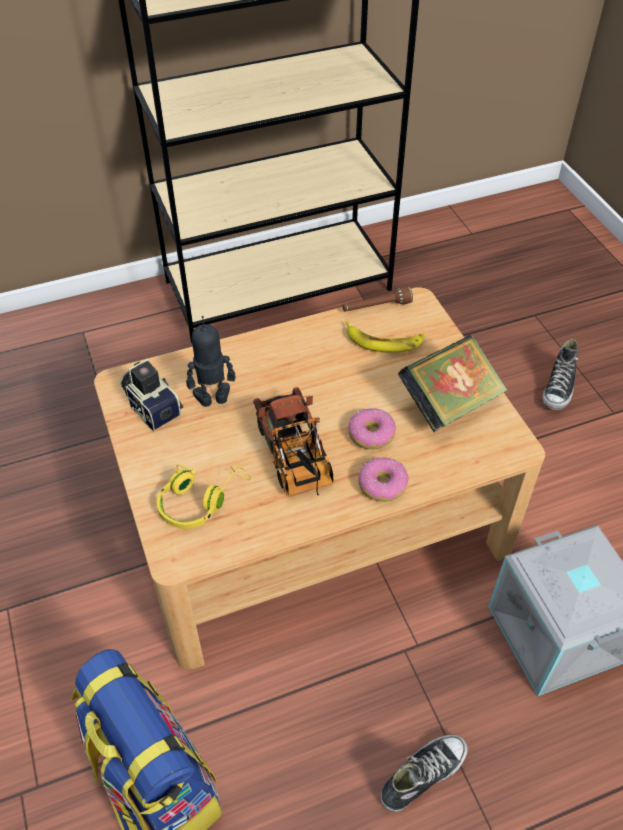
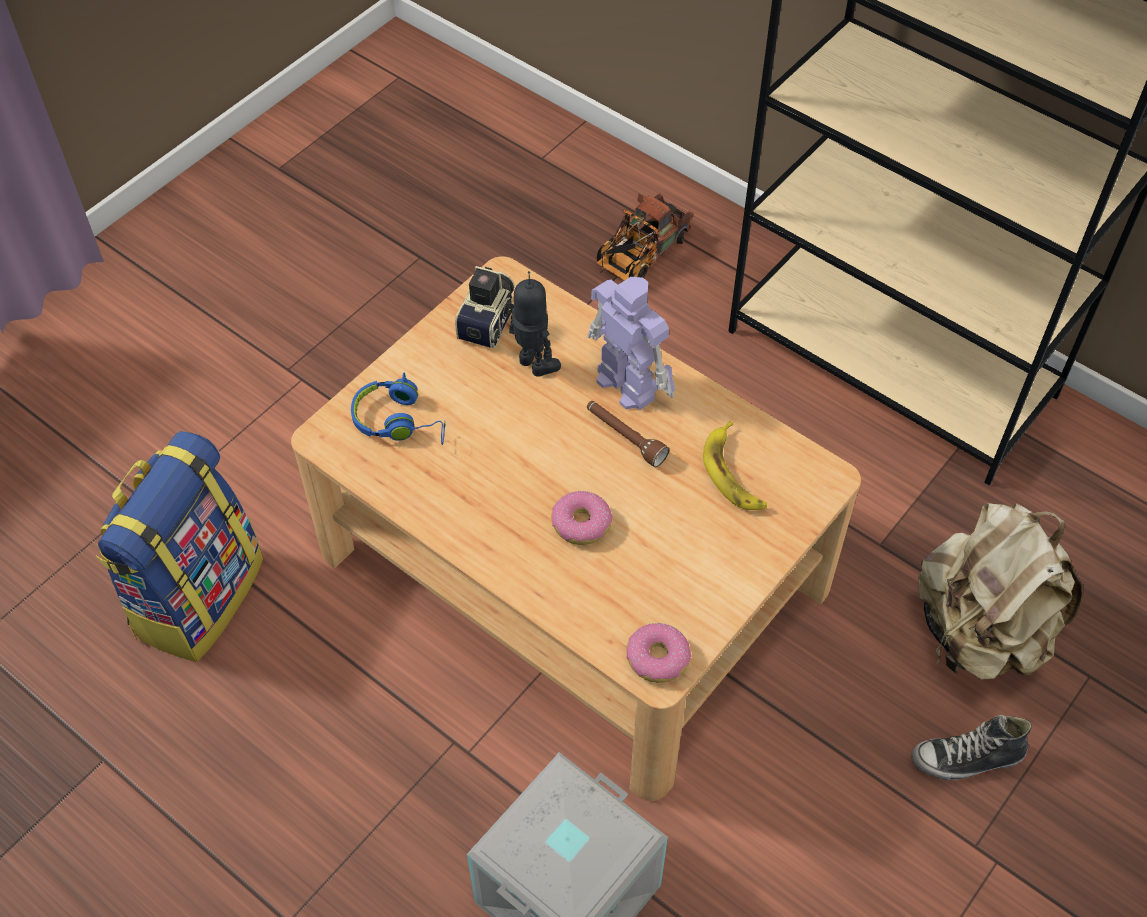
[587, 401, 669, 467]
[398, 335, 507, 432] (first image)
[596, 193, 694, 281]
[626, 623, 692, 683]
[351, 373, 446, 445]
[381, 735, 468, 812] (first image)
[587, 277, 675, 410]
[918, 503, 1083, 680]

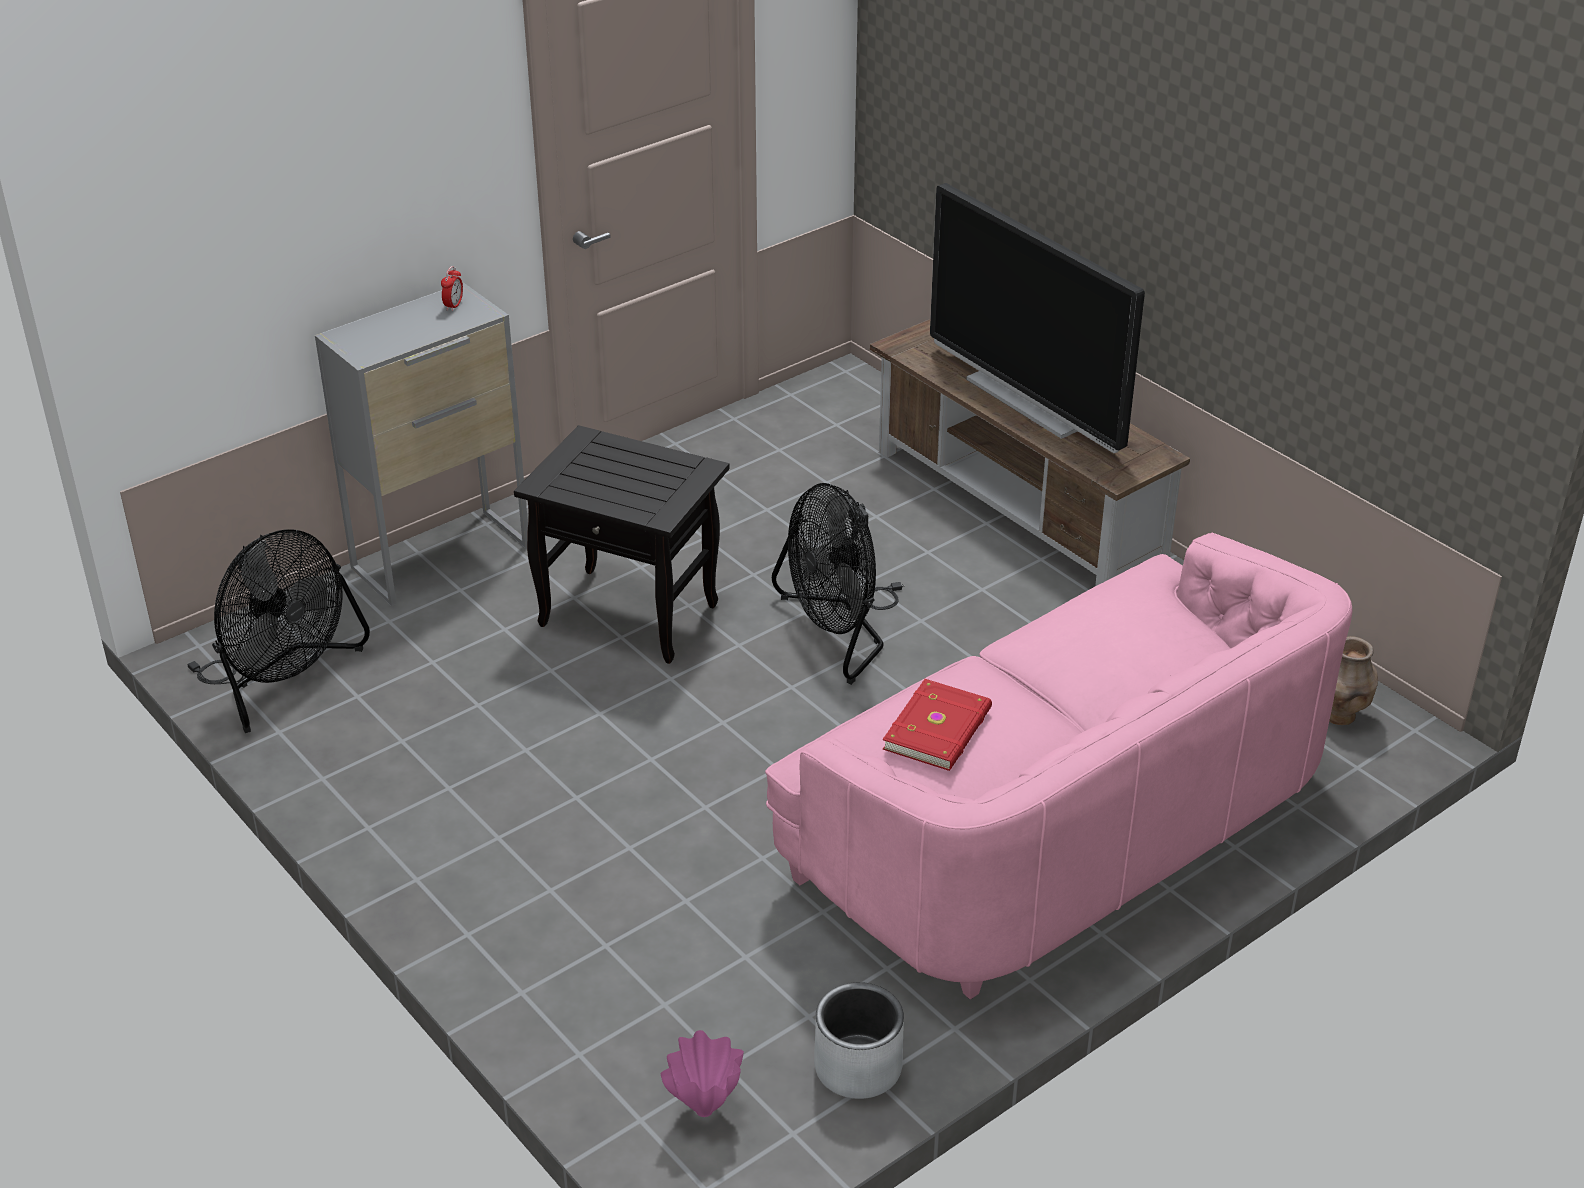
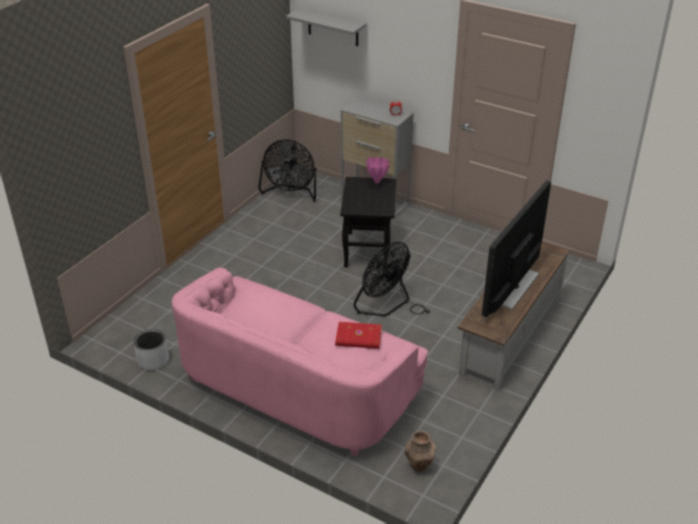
[335, 322, 382, 349]
[366, 157, 390, 183]
[286, 7, 367, 46]

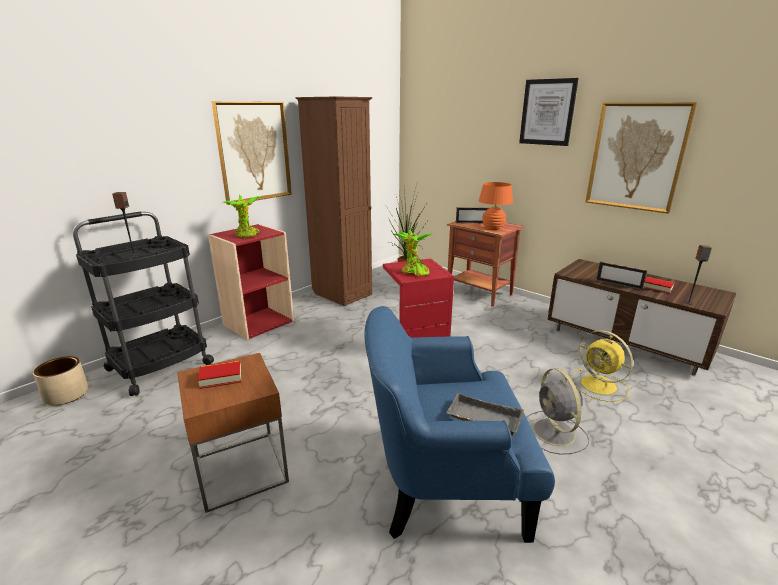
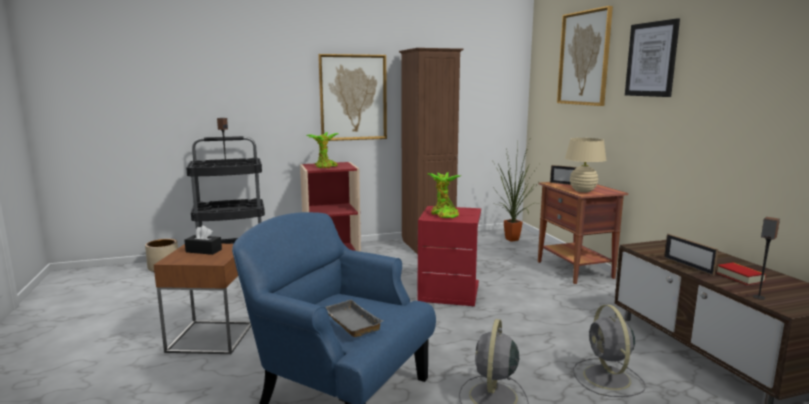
[557, 6, 613, 106]
[565, 138, 606, 192]
[573, 305, 646, 397]
[184, 225, 222, 255]

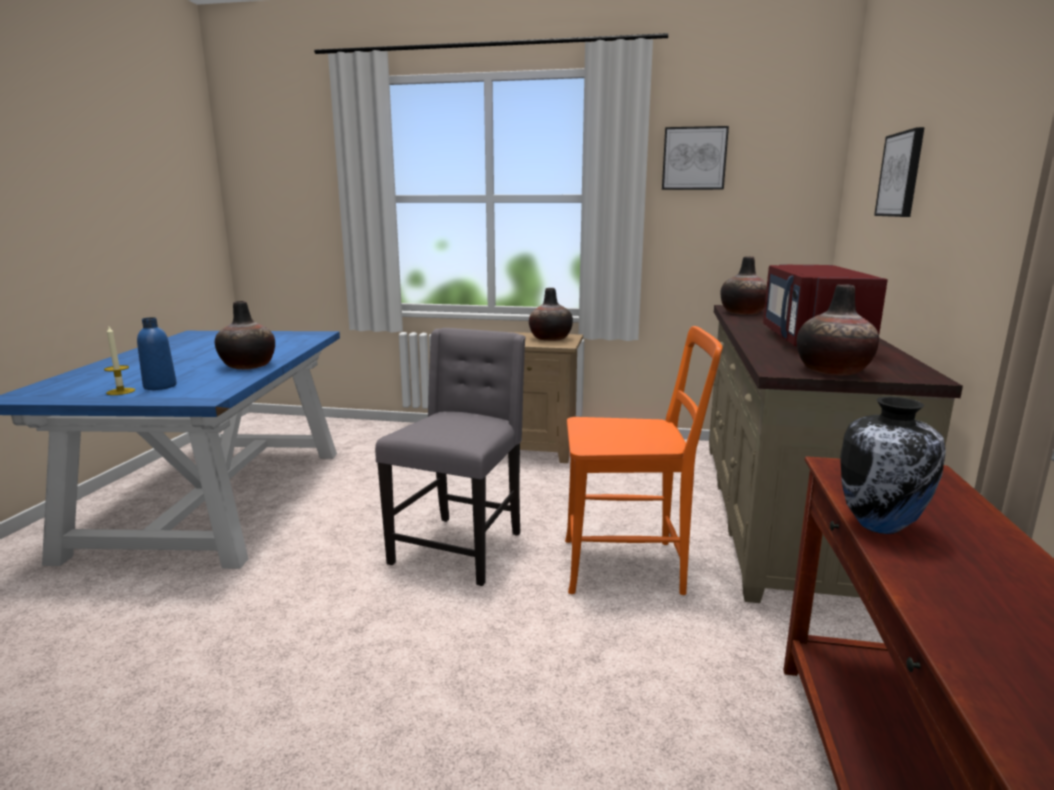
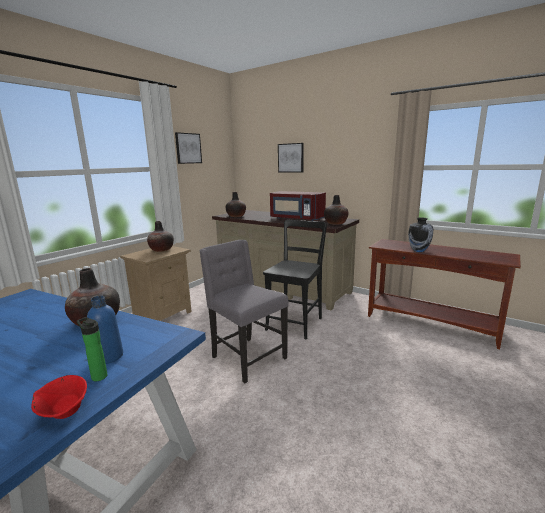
[77, 317, 108, 381]
[263, 220, 327, 340]
[31, 375, 87, 419]

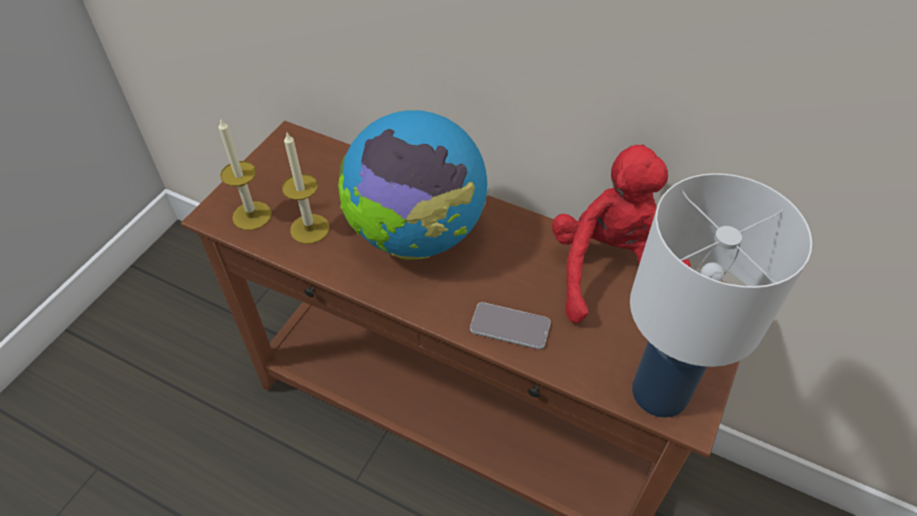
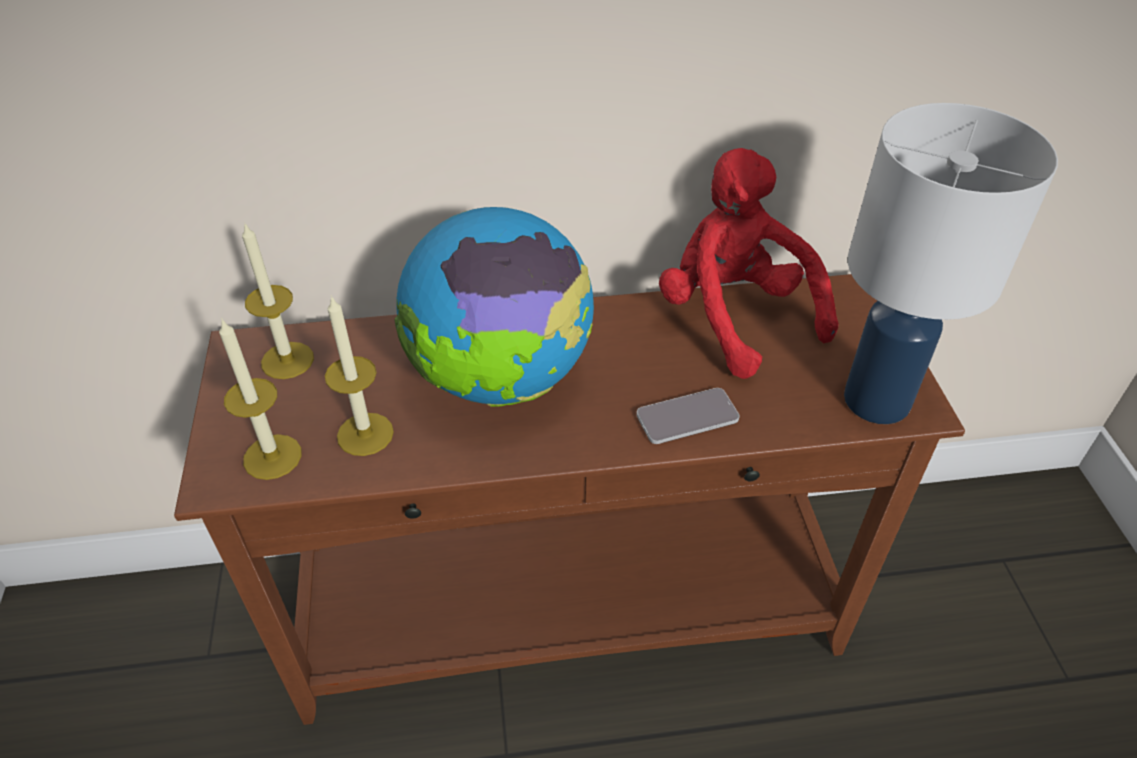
[242, 222, 314, 379]

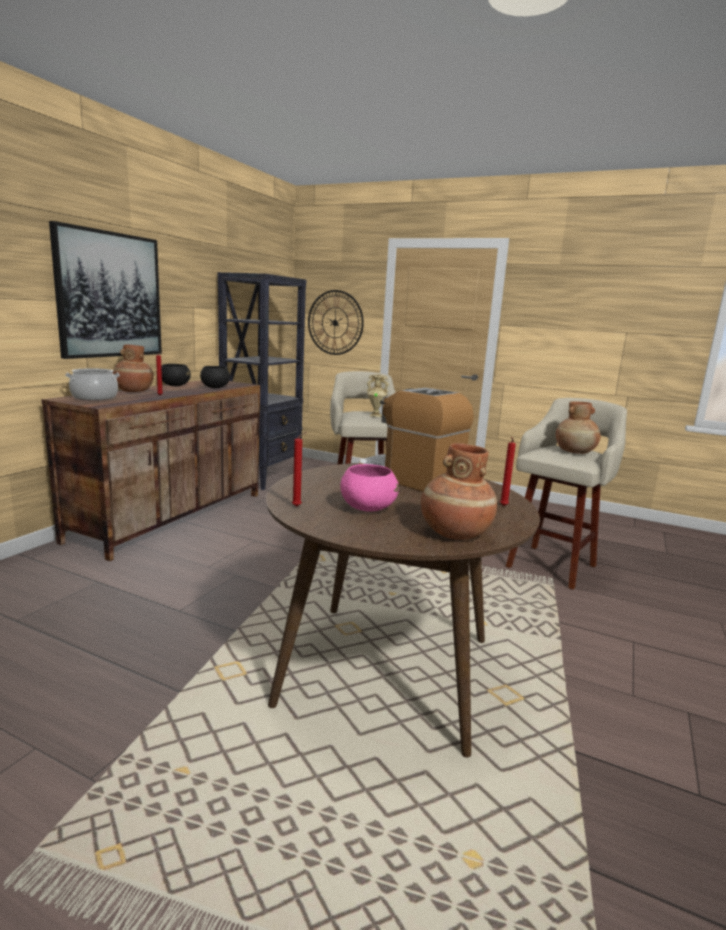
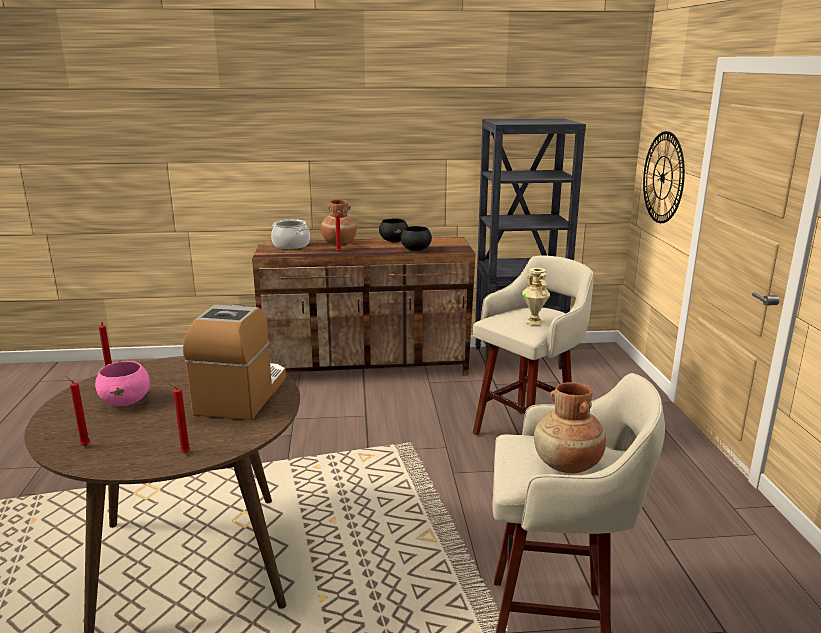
[49, 221, 162, 359] (first image)
[65, 376, 90, 446]

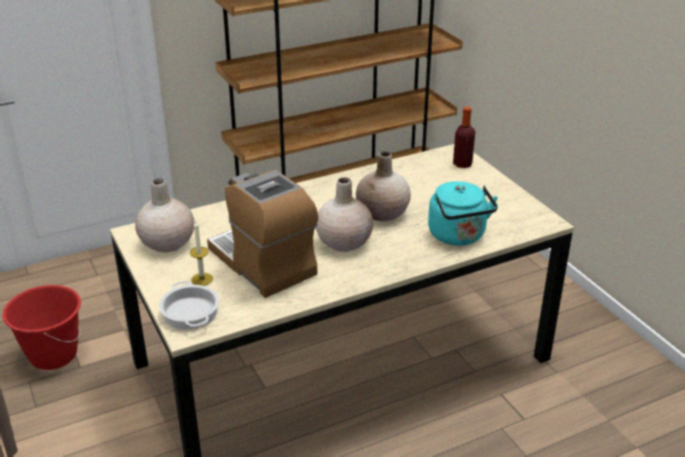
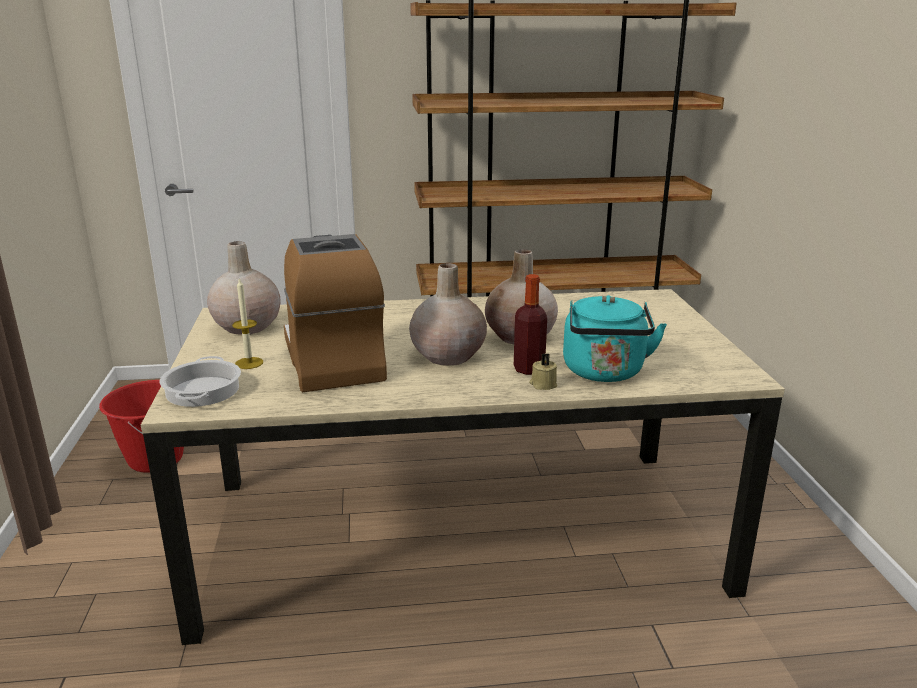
[514, 274, 547, 375]
[529, 353, 557, 390]

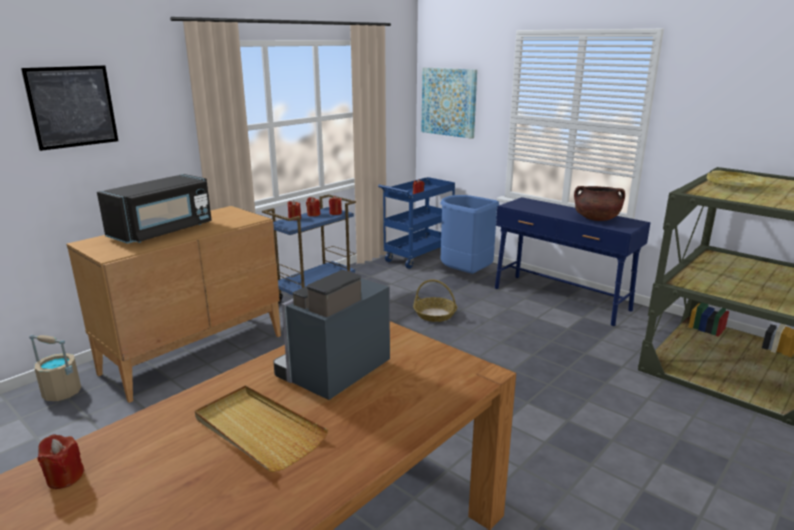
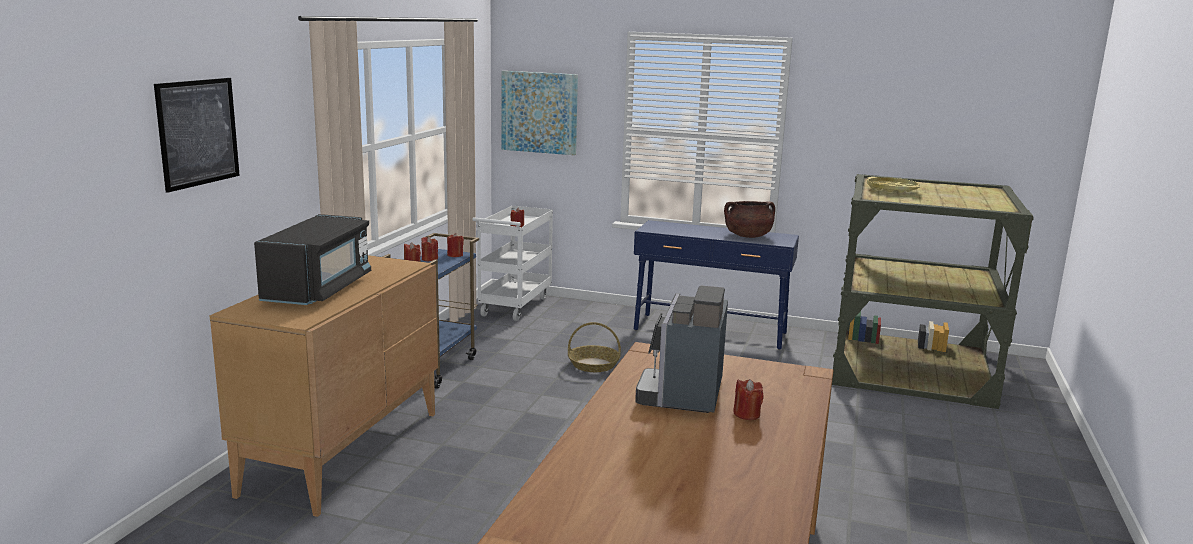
[473, 206, 553, 321]
[440, 195, 499, 274] (first image)
[29, 335, 81, 401] (first image)
[195, 385, 328, 472] (first image)
[733, 379, 764, 420]

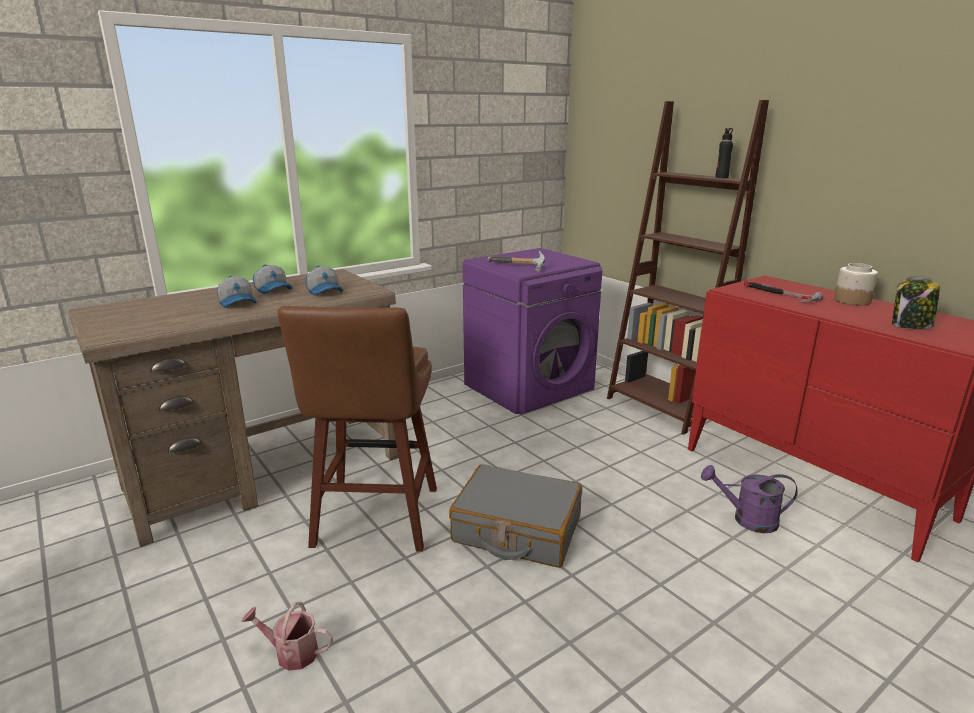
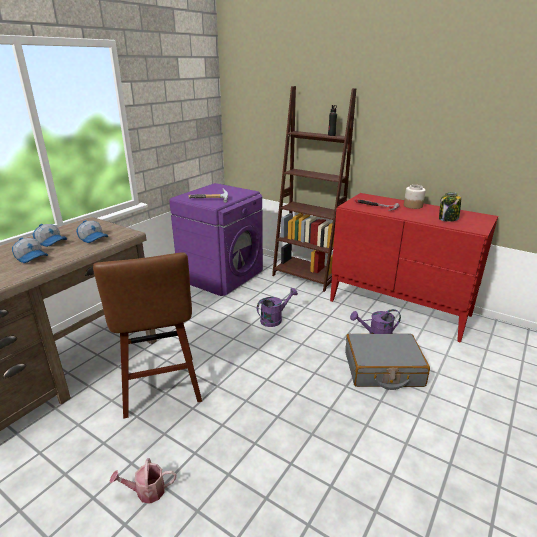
[345, 334, 430, 390]
[257, 288, 298, 327]

